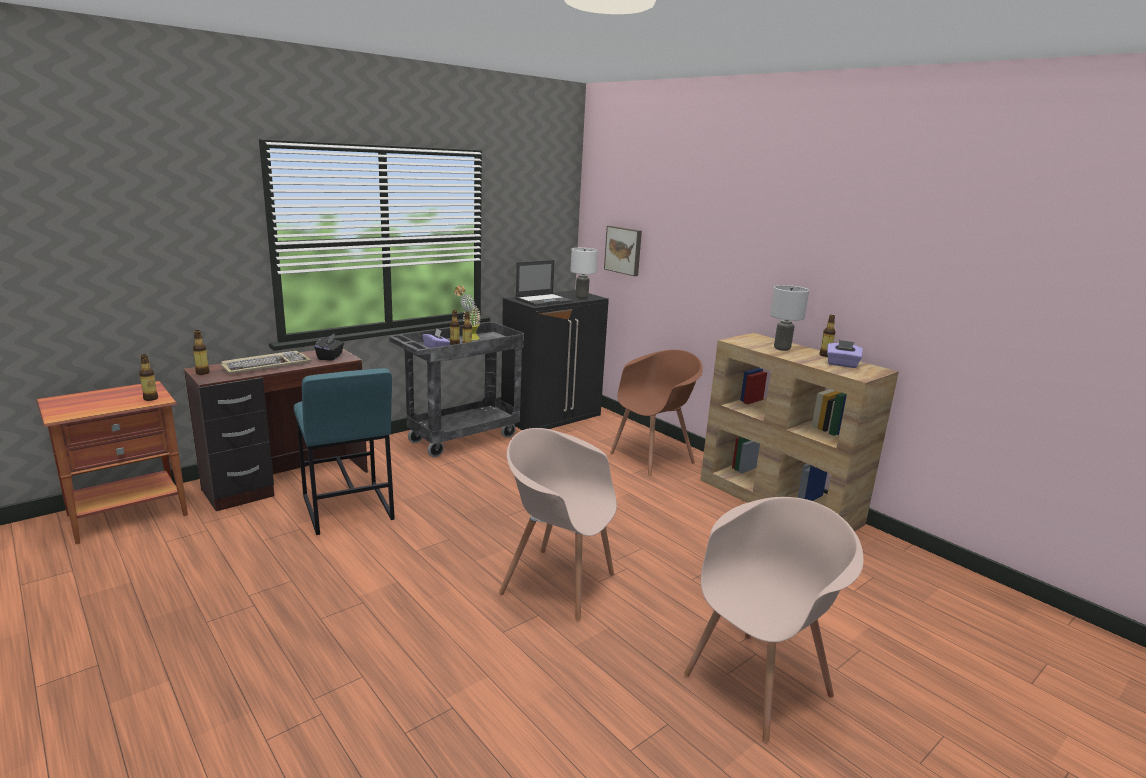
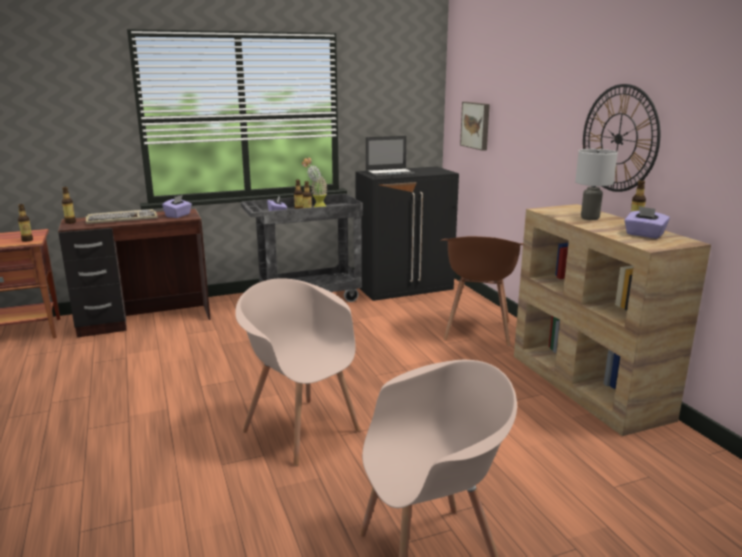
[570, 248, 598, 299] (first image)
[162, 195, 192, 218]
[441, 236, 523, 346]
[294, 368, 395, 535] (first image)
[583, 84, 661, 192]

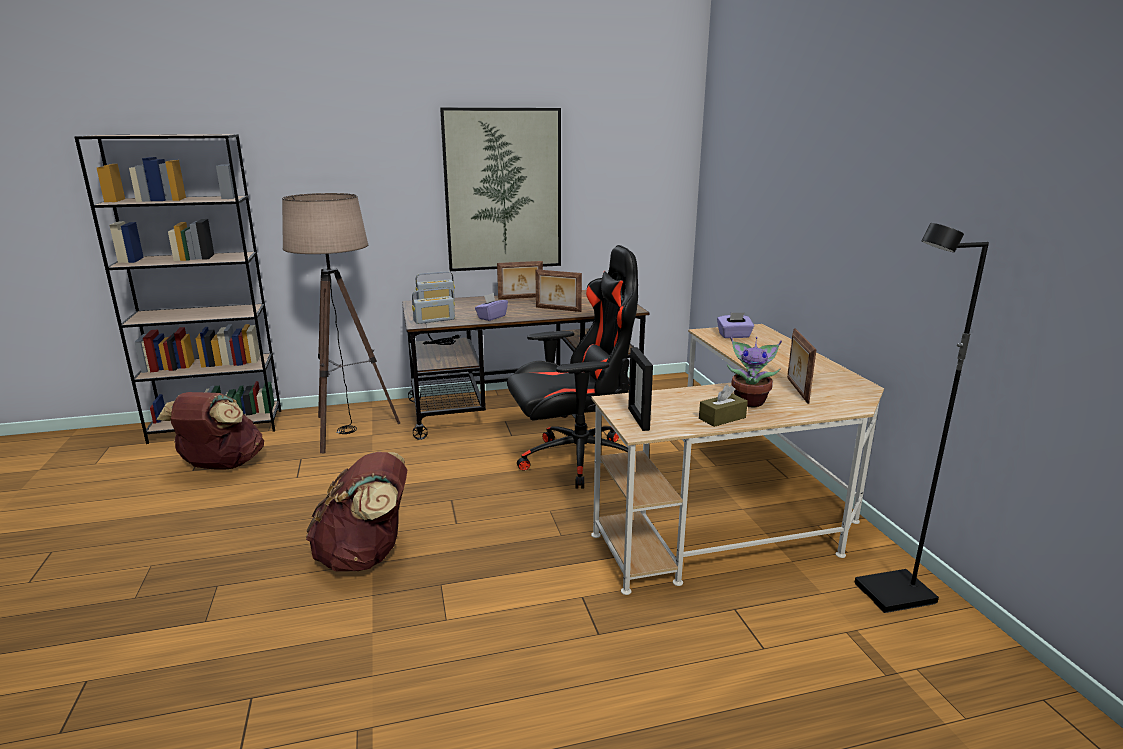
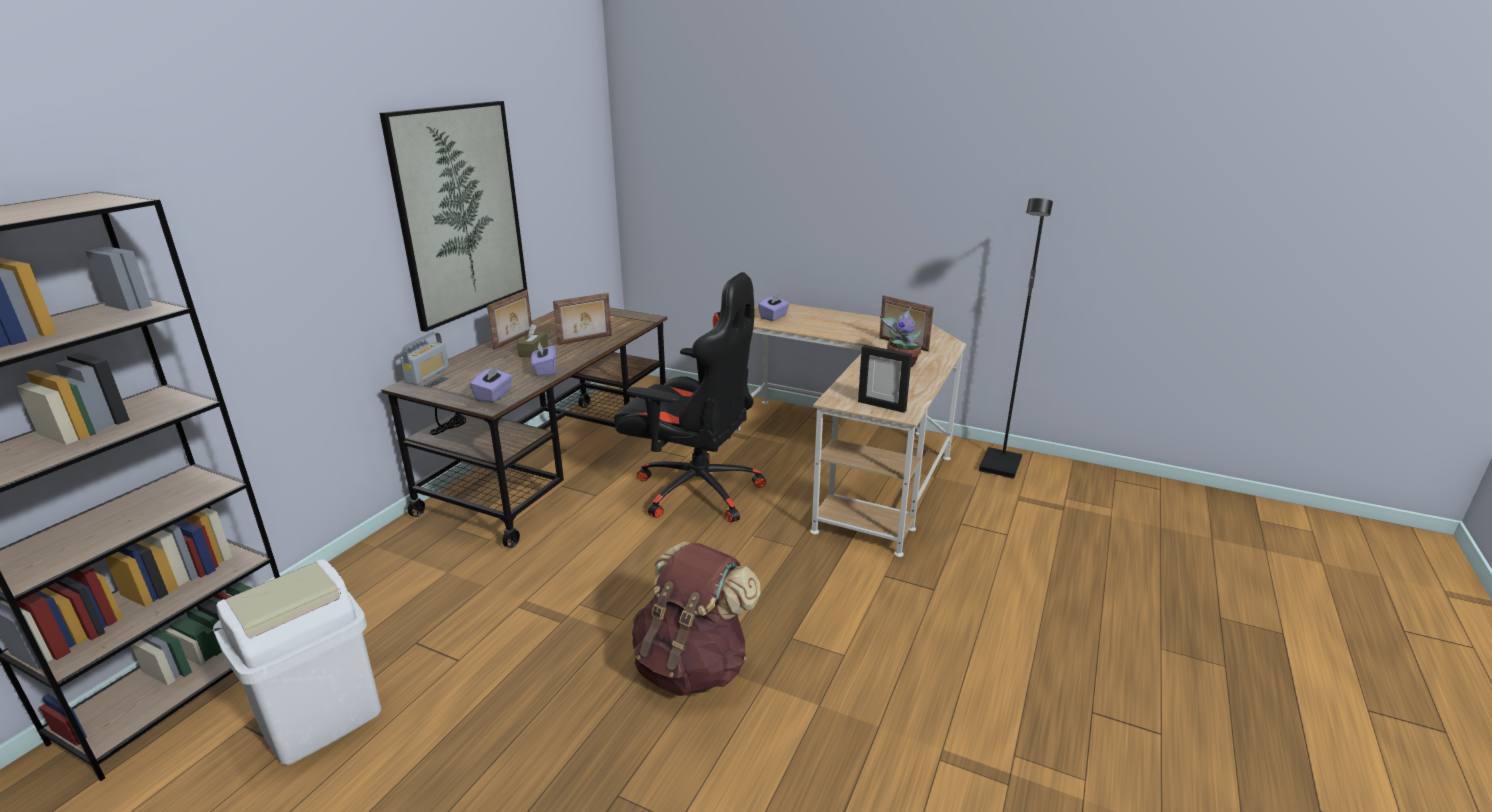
[282, 193, 400, 453] (first image)
[614, 272, 766, 522]
[470, 365, 513, 403]
[517, 324, 548, 358]
[213, 559, 381, 765]

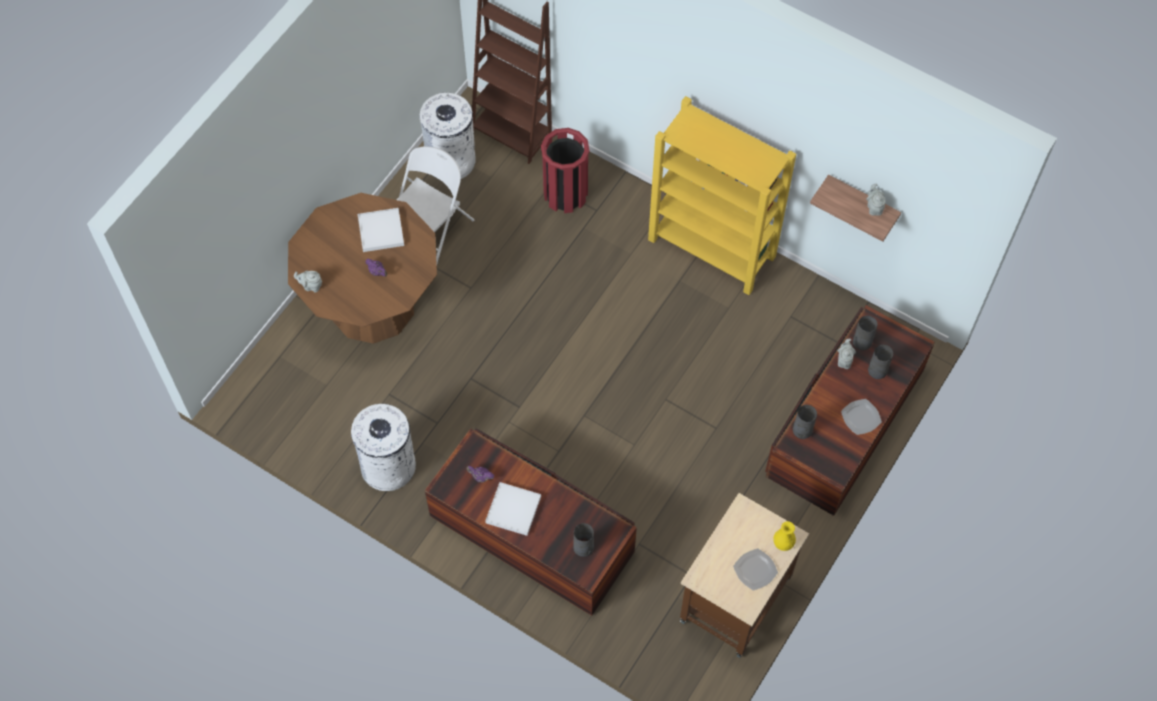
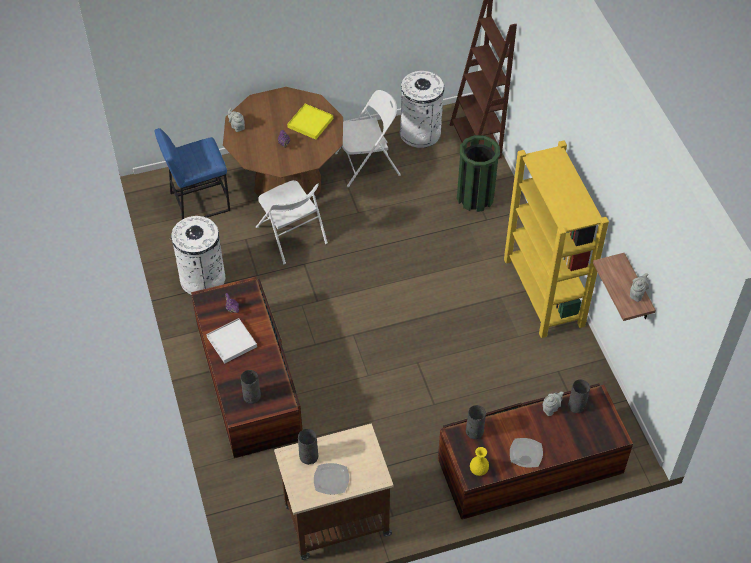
[457, 135, 500, 212]
[287, 104, 333, 140]
[298, 429, 319, 465]
[470, 447, 489, 476]
[154, 128, 230, 219]
[256, 180, 328, 265]

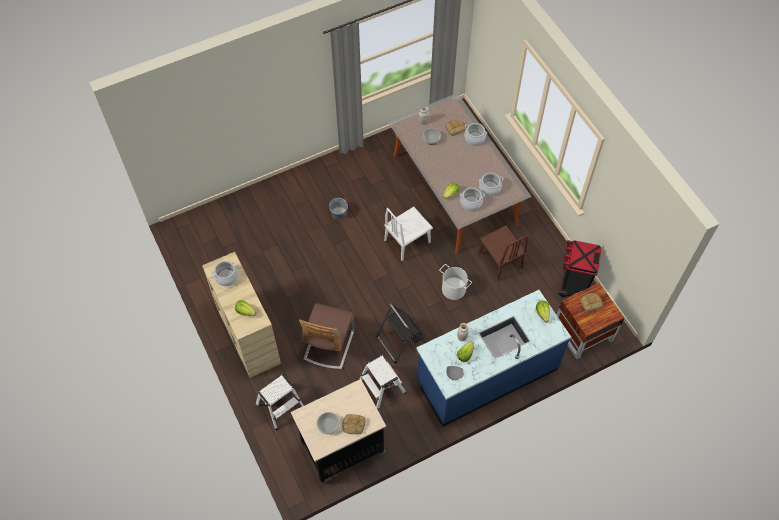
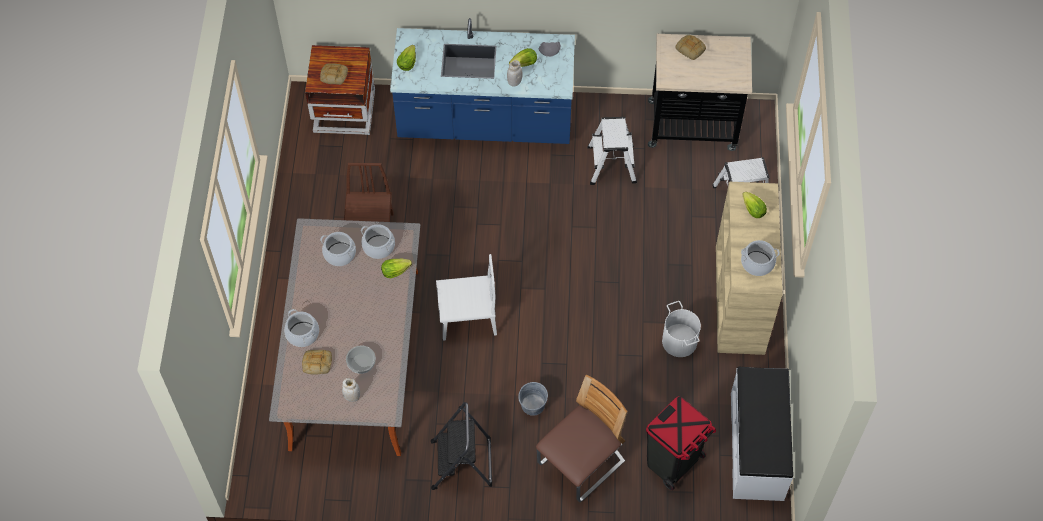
[646, 396, 716, 490]
[662, 301, 701, 357]
[431, 402, 492, 490]
[536, 375, 628, 502]
[317, 412, 339, 434] (first image)
[731, 367, 793, 501]

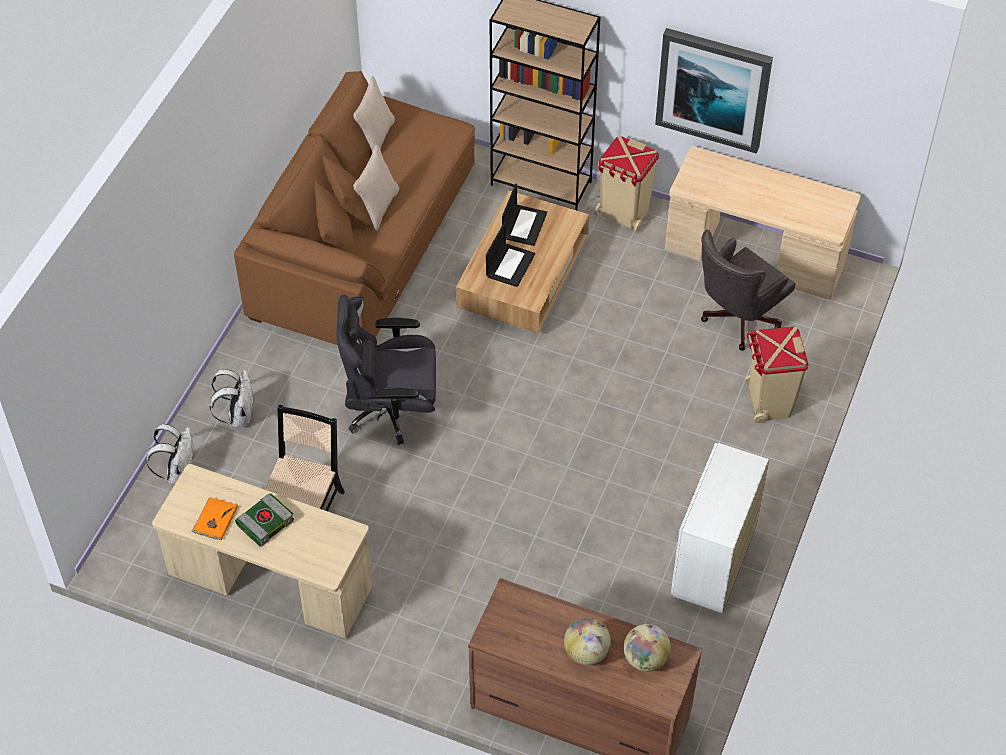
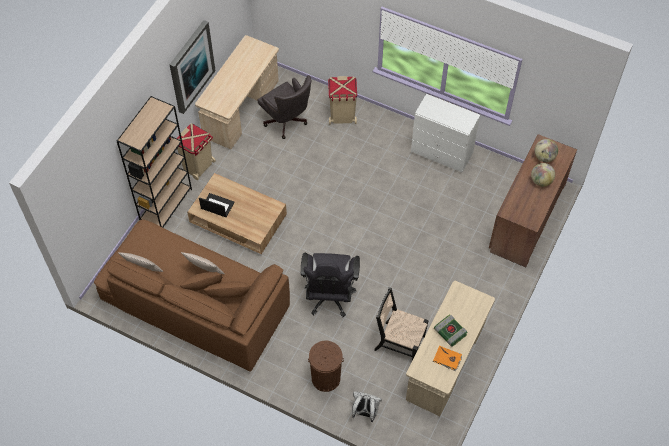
[486, 222, 535, 287] (first image)
[308, 341, 344, 392]

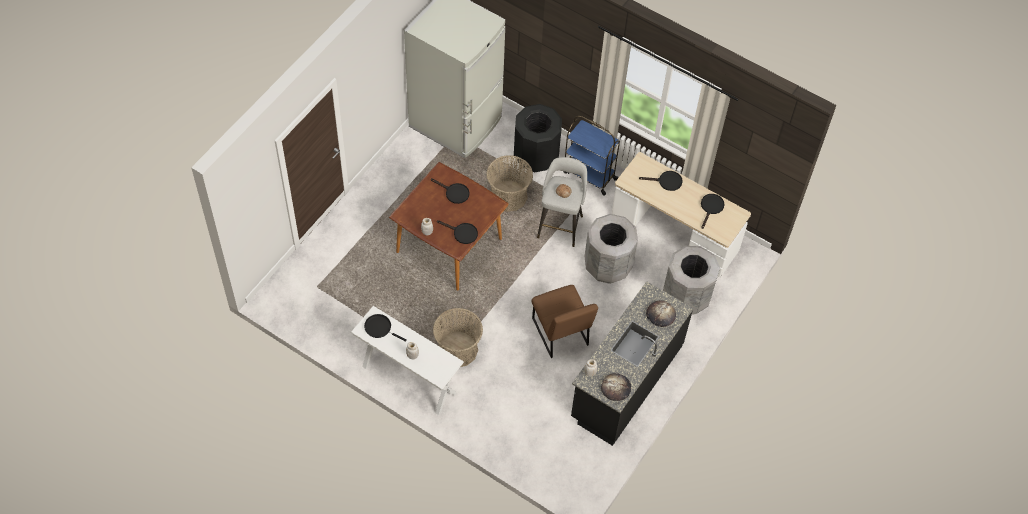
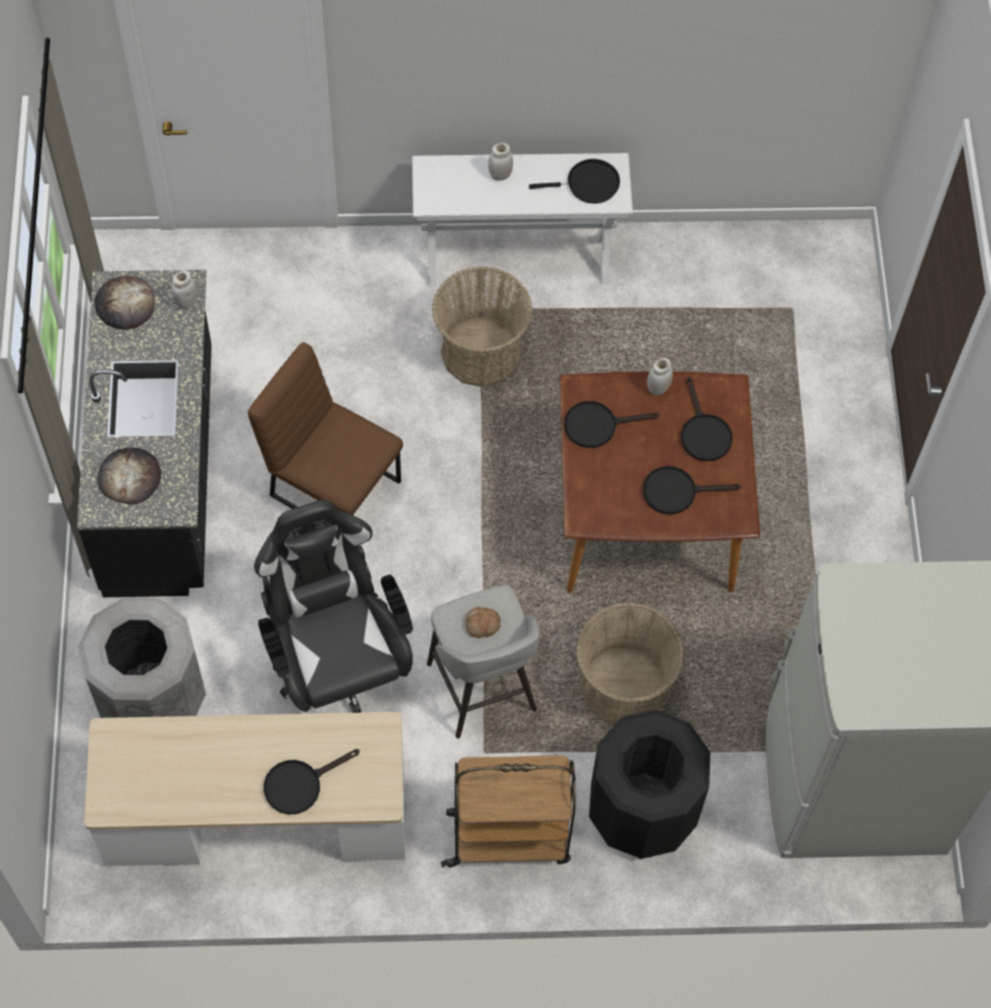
[441, 755, 576, 867]
[681, 377, 733, 461]
[254, 500, 413, 713]

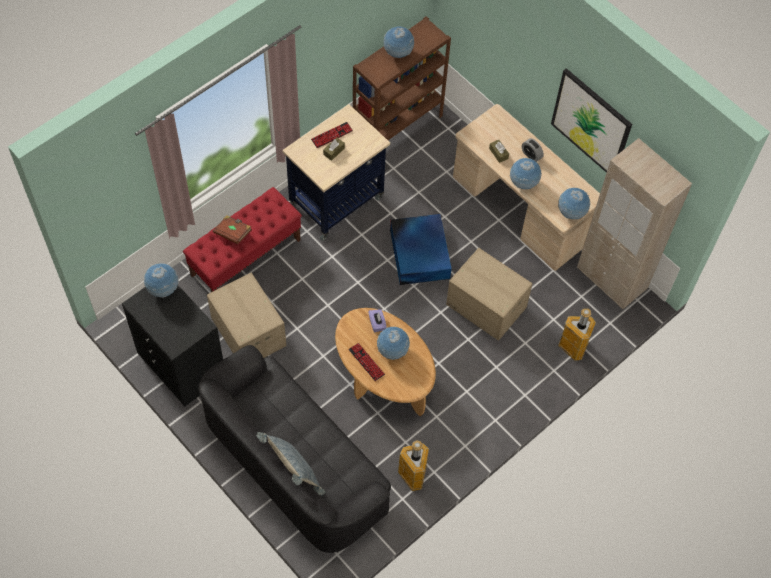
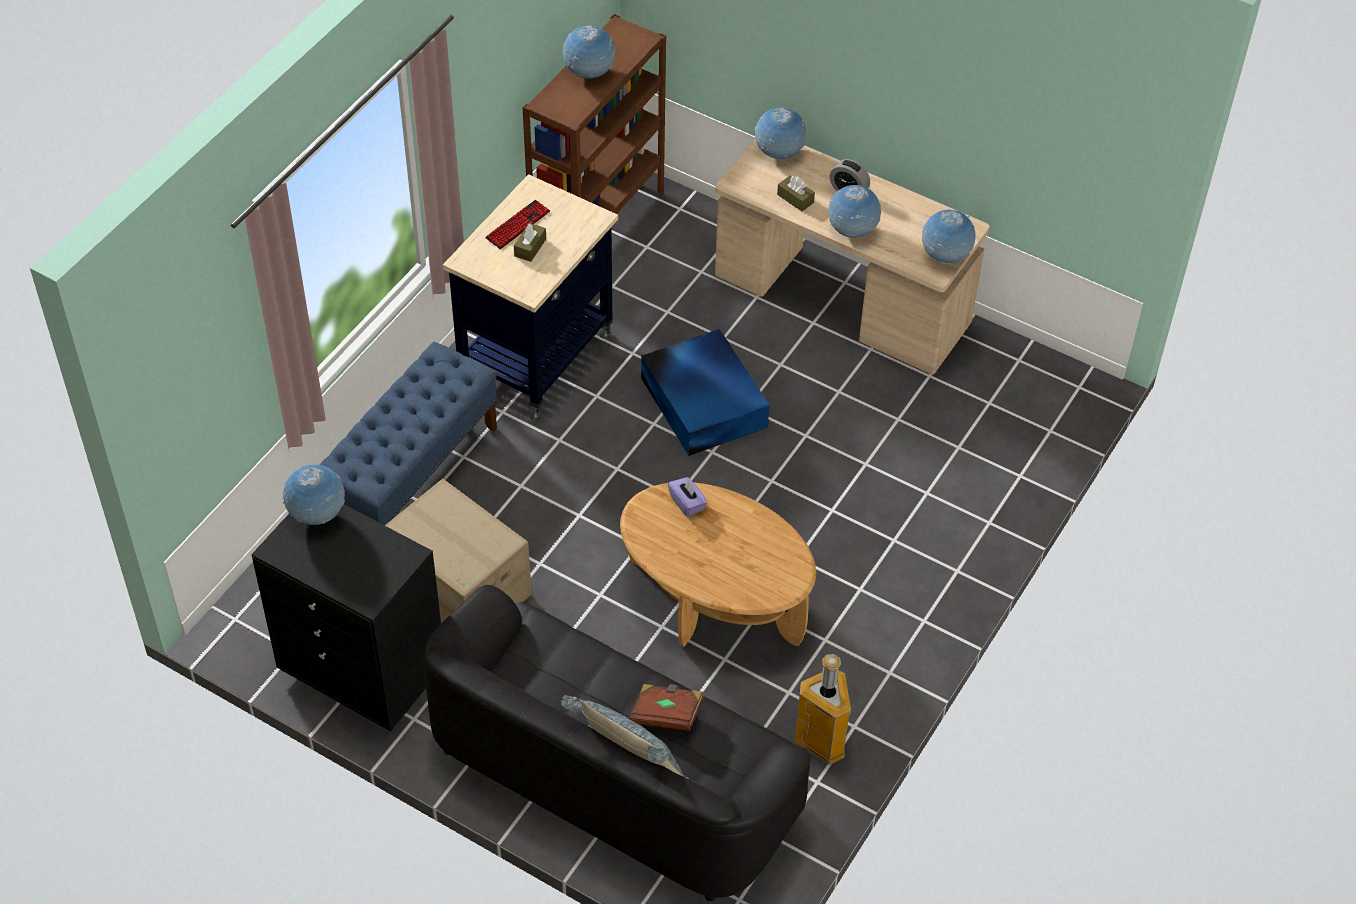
[551, 68, 632, 173] (first image)
[577, 138, 692, 309] (first image)
[319, 342, 497, 525]
[629, 684, 704, 731]
[446, 248, 532, 341] (first image)
[558, 308, 596, 361] (first image)
[755, 107, 807, 159]
[348, 343, 385, 381] (first image)

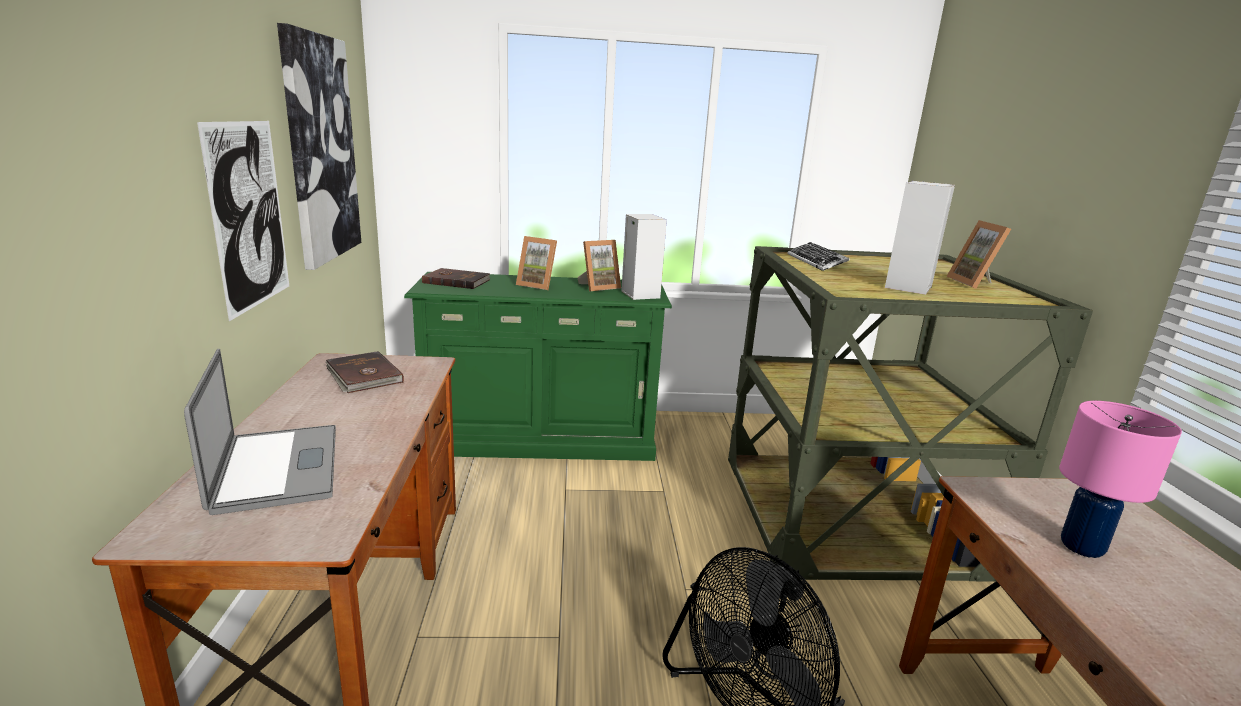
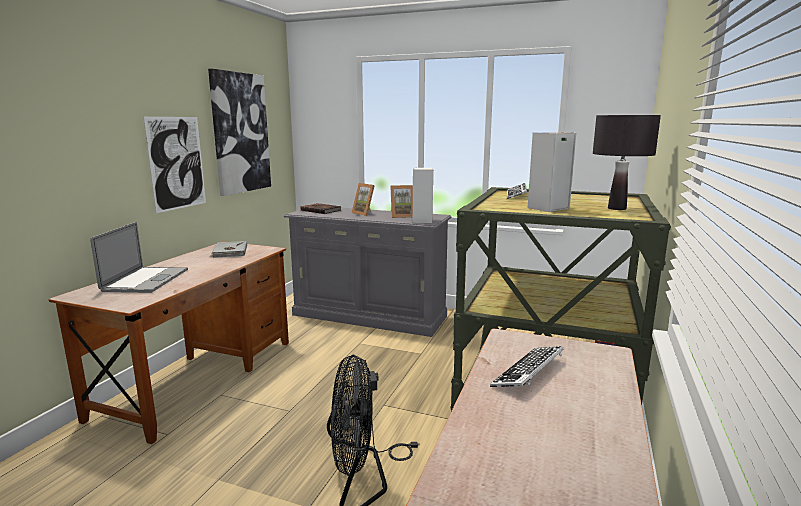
[593, 115, 661, 210]
[284, 208, 451, 337]
[210, 241, 247, 258]
[490, 346, 564, 387]

